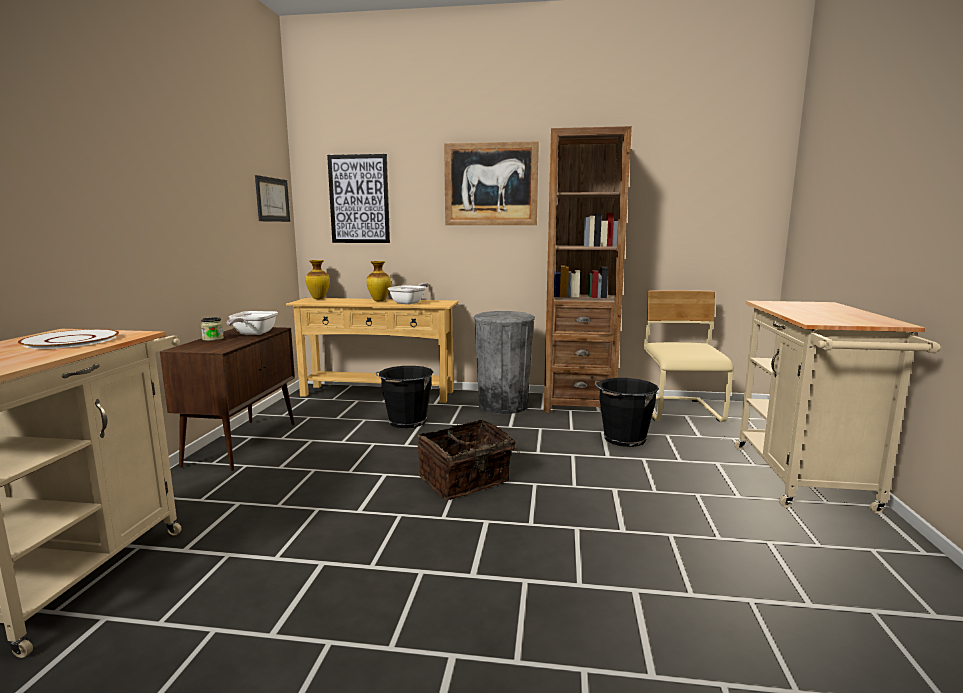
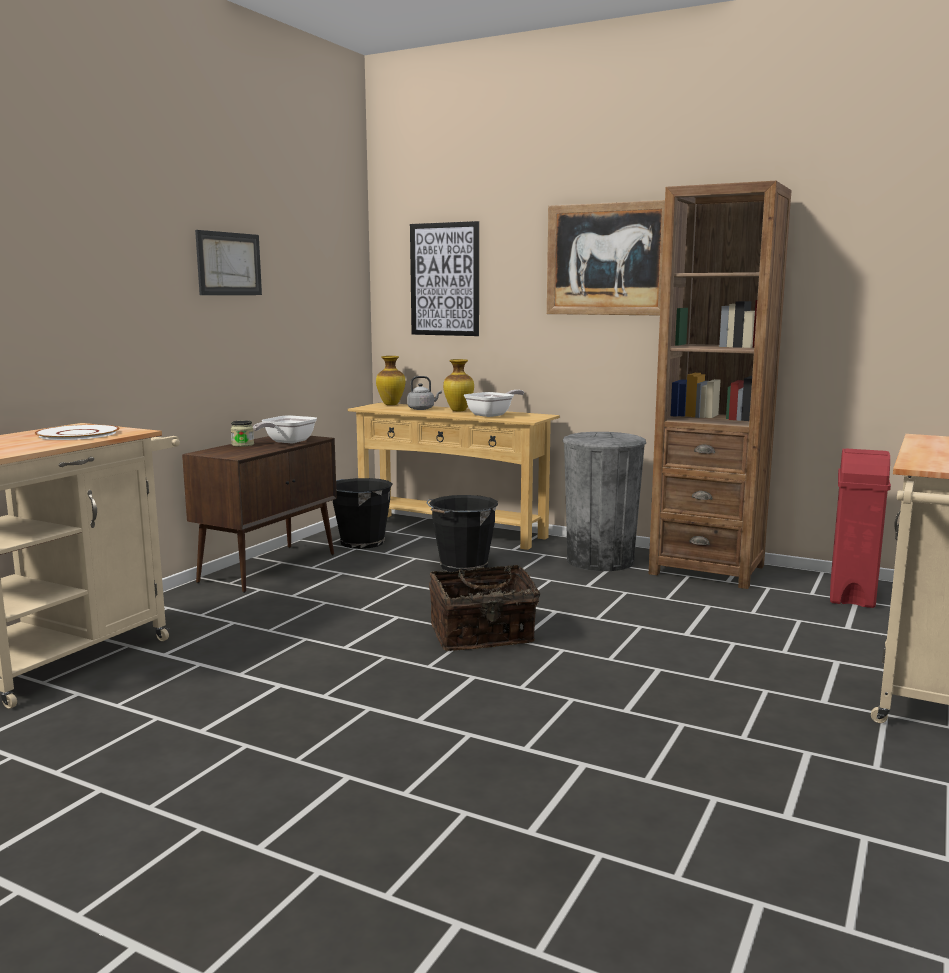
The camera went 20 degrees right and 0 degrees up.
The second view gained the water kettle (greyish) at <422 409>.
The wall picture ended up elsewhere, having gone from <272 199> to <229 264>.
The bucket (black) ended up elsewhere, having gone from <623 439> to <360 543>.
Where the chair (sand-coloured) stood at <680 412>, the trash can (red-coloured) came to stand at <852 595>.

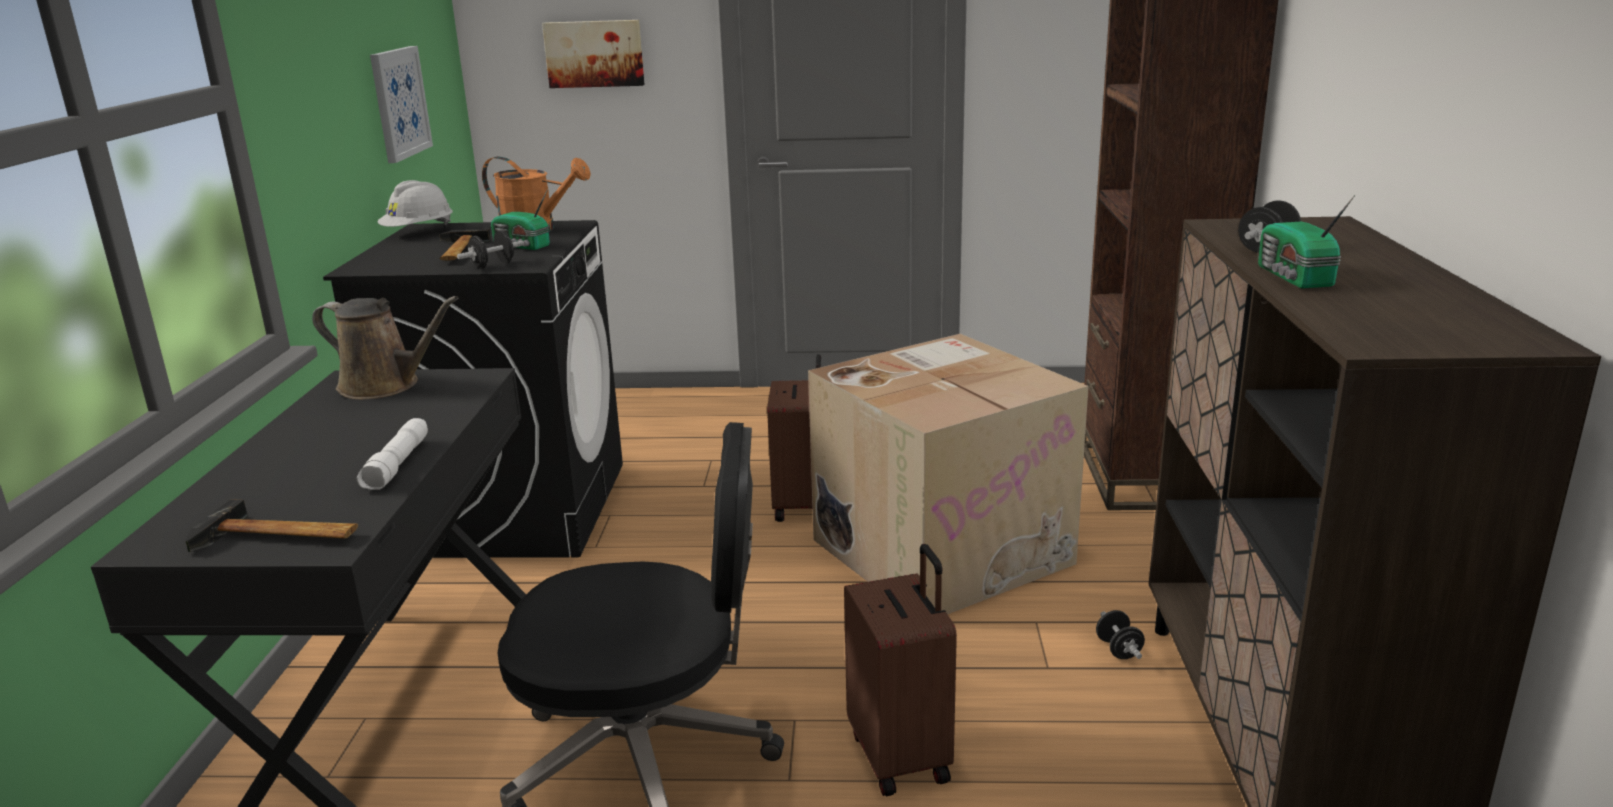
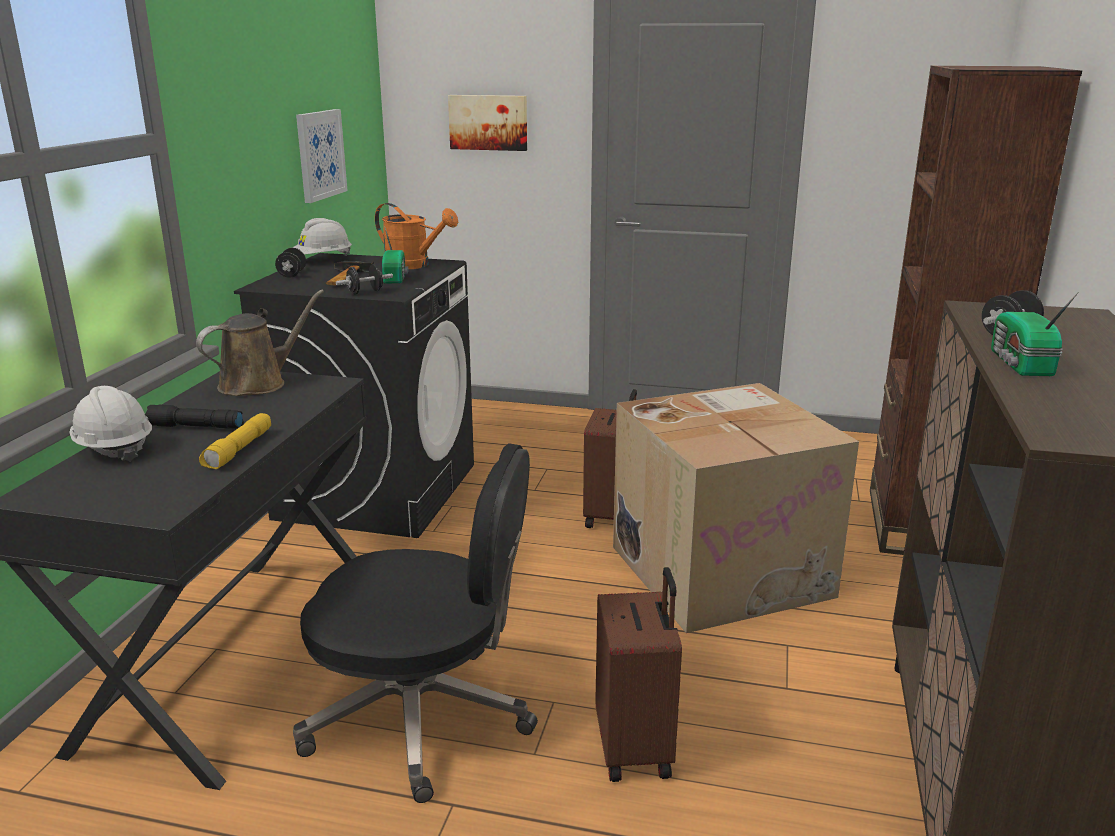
The camera went 10 degrees right and 0 degrees up.
The second view lost the hand hammer at <279 538>.
The second view gained the hard hat (white-coloured) at <114 449>.
The second view gained the torch (black) at <194 427>.
The hand weight (black) ended up elsewhere, having gone from <1118 649> to <292 275>.
What was the torch (white-coloured) at <398 465> turned into the torch (yellowish) at <239 450>.
The watering can (brownish) at <385 386> ended up facing another way, 75 degrees counterclockwise from before.
The radio at <522 246> ended up facing another way, 135 degrees counterclockwise from before.

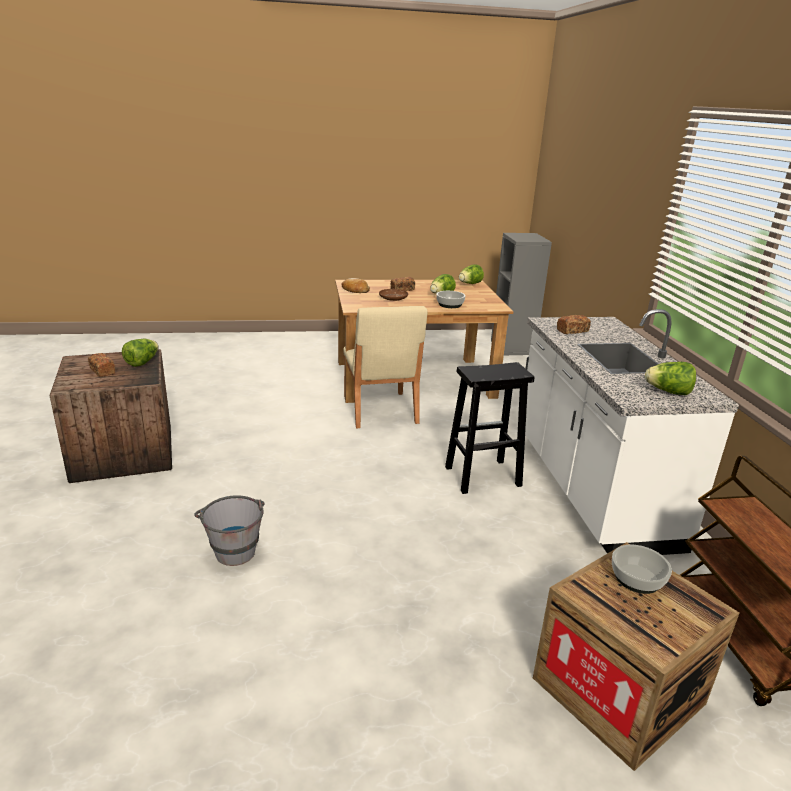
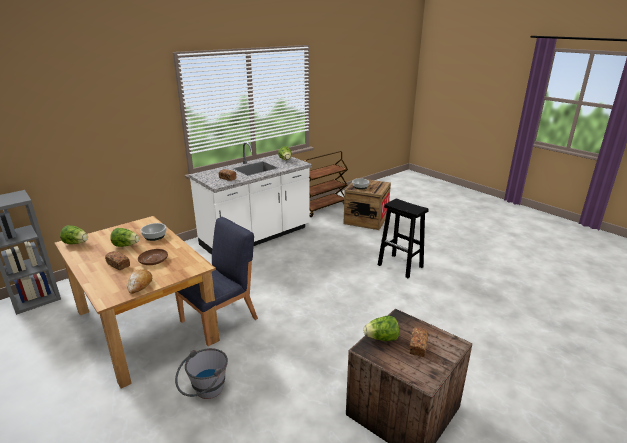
The camera went 120 degrees left and 0 degrees up.
The bucket (greyish) ended up elsewhere, having gone from <233 547> to <205 392>.
The sitting stool (black) ended up elsewhere, having gone from <481 476> to <401 266>.
What was the chair (sand-coloured) at <380 410> turned into the chair (blue-coloured) at <220 319>.

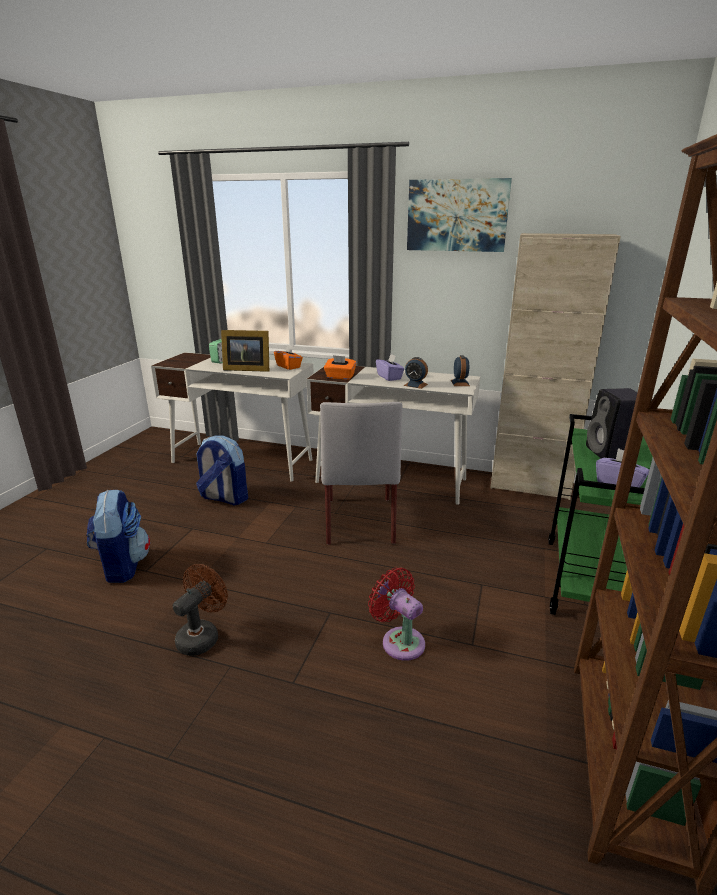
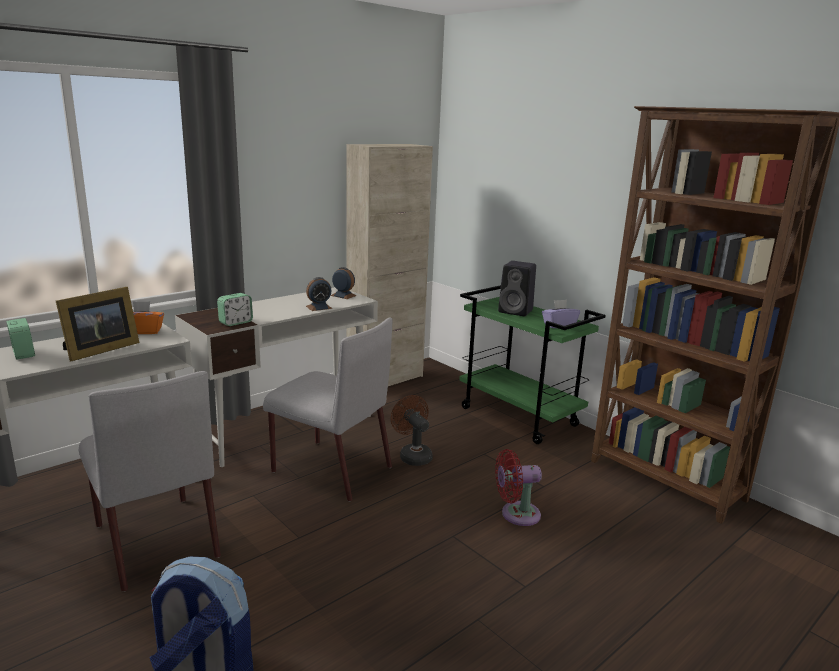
The camera went 60 degrees left and 5 degrees down.
The second view lost the tissue holder (purplish) at <389 377>.
The second view lost the wall picture at <457 215>.
The fan (brownish) ended up elsewhere, having gone from <202 636> to <412 455>.
Where the knapsack stood at <224 498>, the chair (greyish) came to stand at <155 539>.
Where the tissue holder (orangey) stood at <340 377>, the bedside clock came to stand at <235 322>.

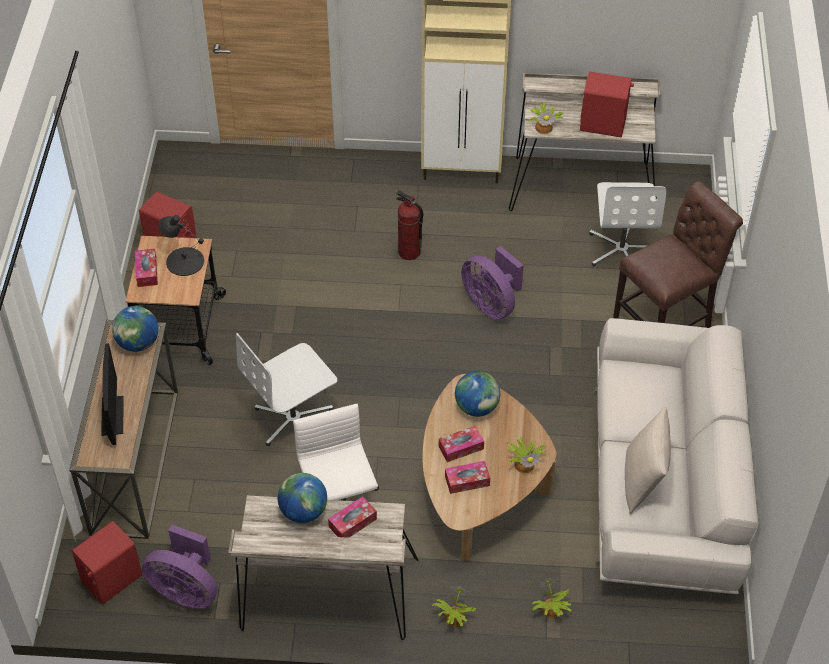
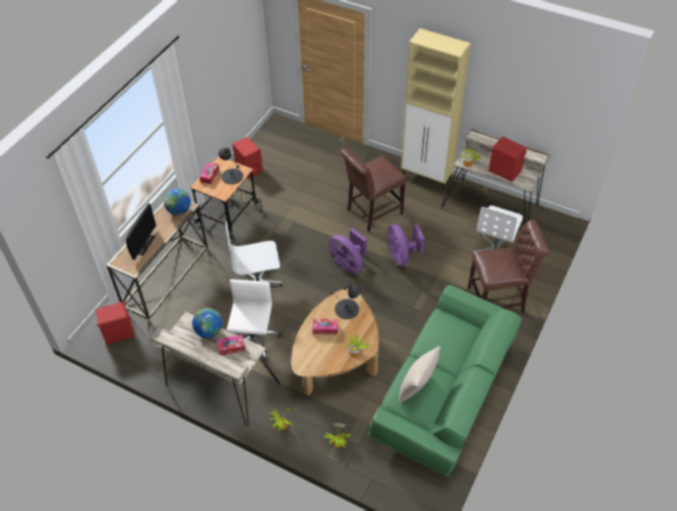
The camera went 25 degrees right and 0 degrees up.
The second view lost the tissue holder at <467 481>.
The fan (purplish) ended up elsewhere, having gone from <186 590> to <348 263>.
Where the fire extinguisher stood at <409 252>, the chair (brownish) came to stand at <372 212>.
Where the desk globe stood at <476 407>, the table lamp (black) came to stand at <347 309>.
What was the sofa (white-coloured) at <663 482> turned into the sofa (green) at <445 393>.

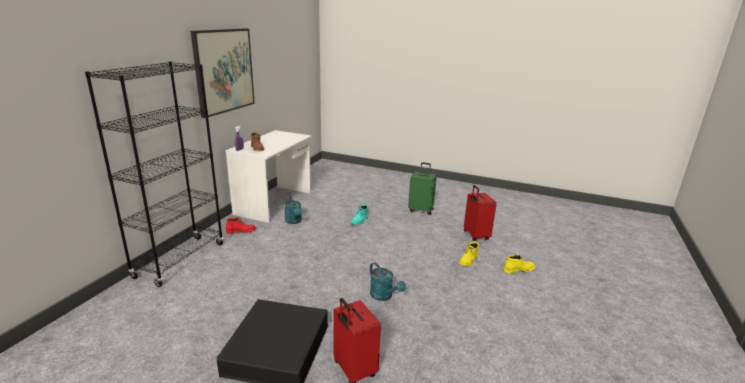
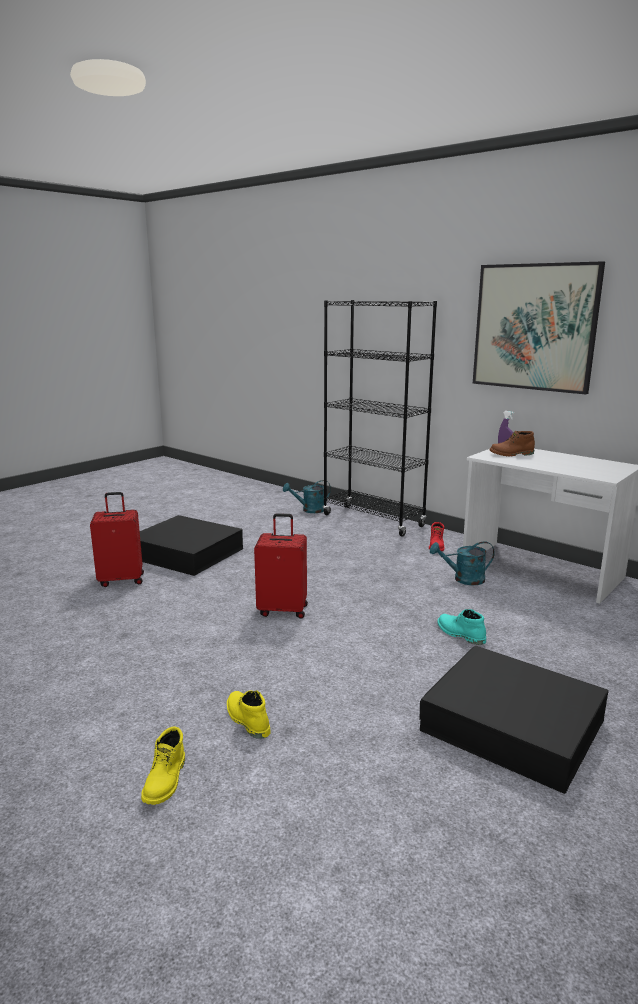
The camera went 110 degrees right and 5 degrees down.
The watering can (turquoise-coloured) ended up elsewhere, having gone from <384 296> to <309 510>.
The travel case (red-coloured) ended up elsewhere, having gone from <475 236> to <283 610>.
Where the travel case (green) stood at <421 210>, the storage box (black) came to stand at <512 725>.

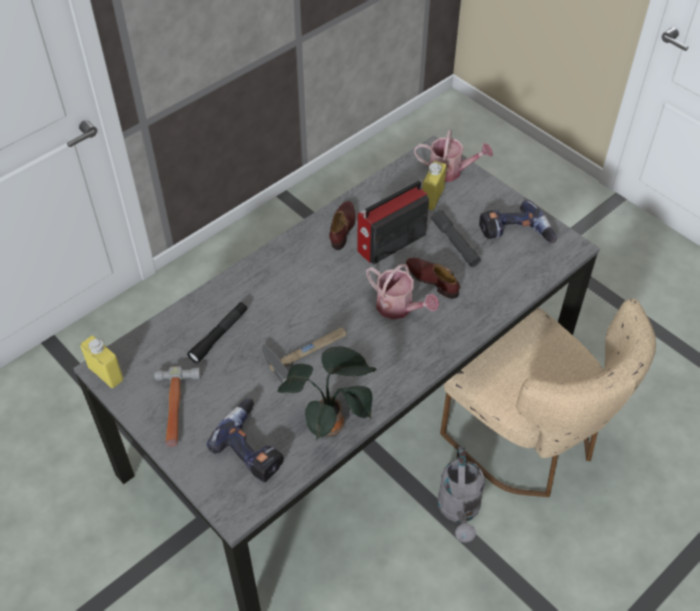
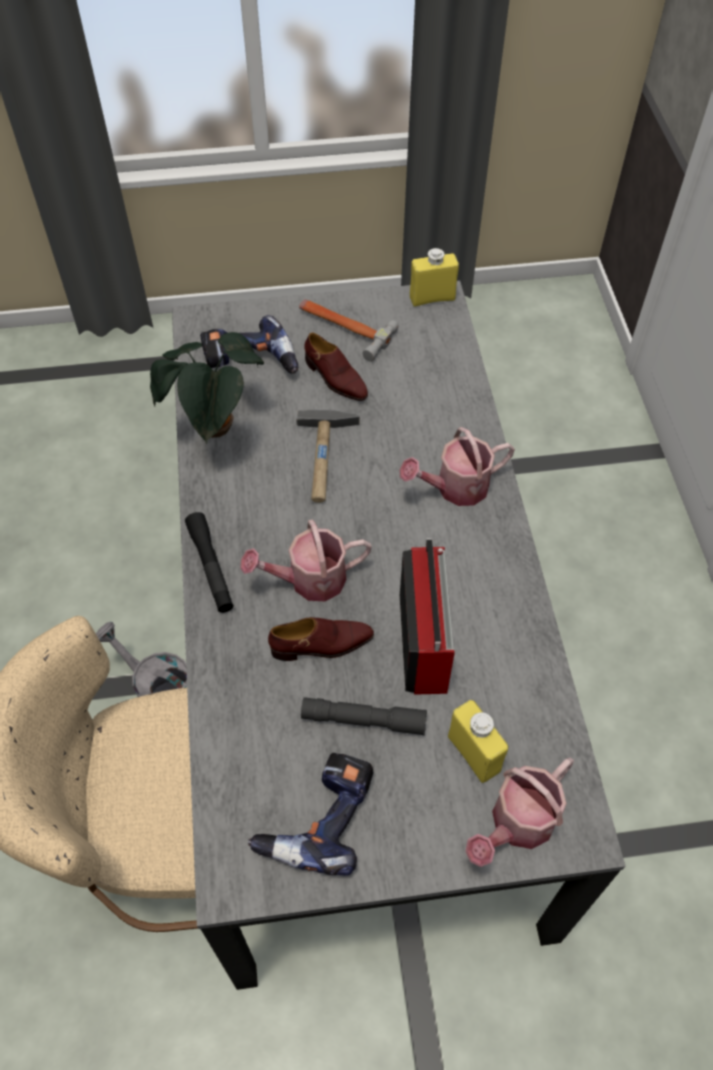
The camera went 125 degrees right and 5 degrees up.
The second view gained the watering can at <455 488>.
The torch (black) ended up elsewhere, having gone from <219 336> to <211 567>.
The low shoe (brownish) ended up elsewhere, having gone from <343 228> to <335 378>.

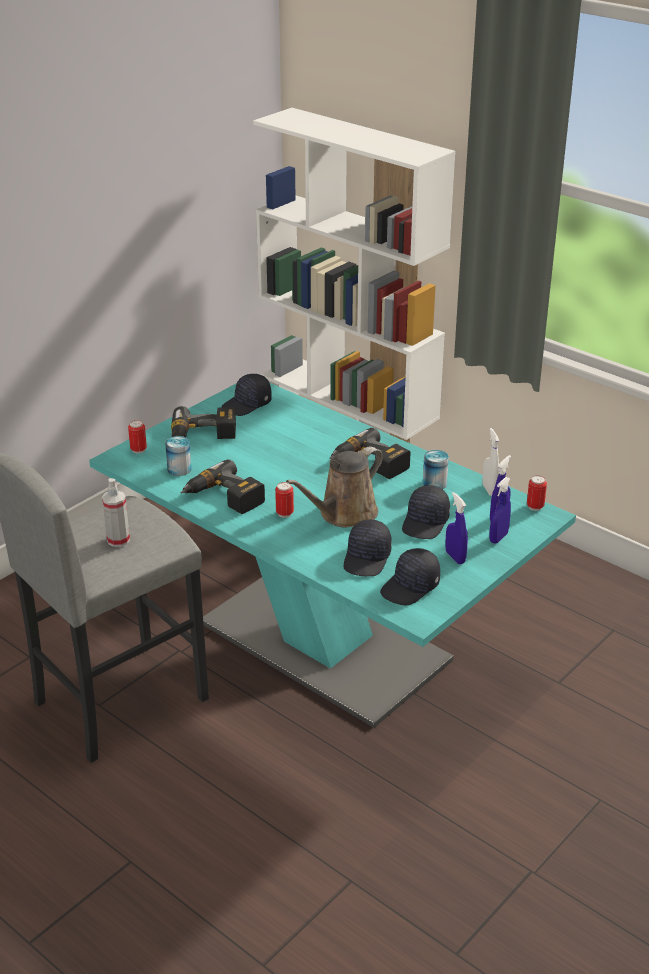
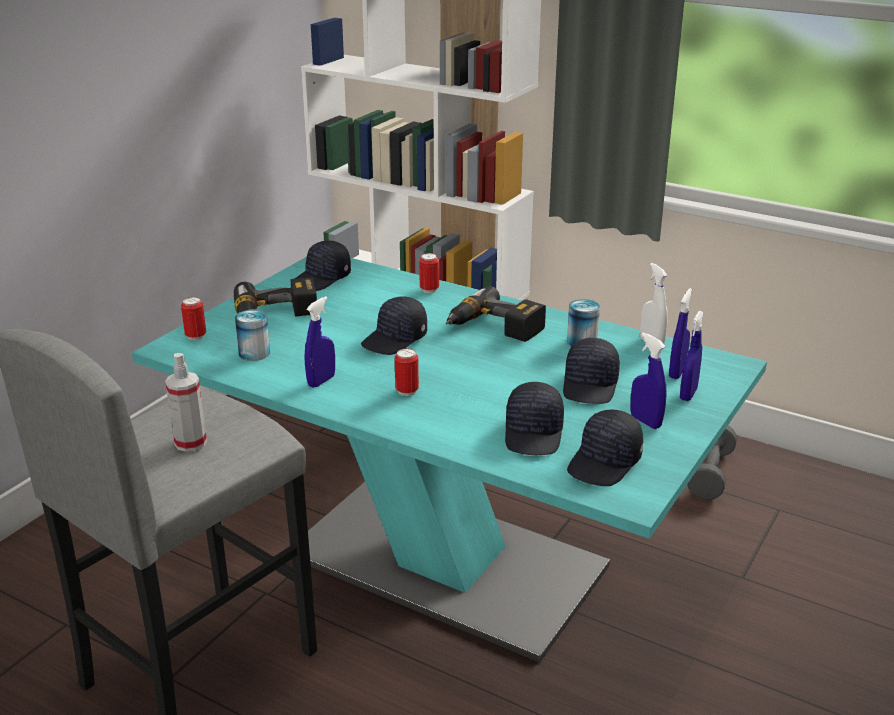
The camera went 10 degrees left and 5 degrees down.
The second view lost the watering can (brownish) at <344 514>.
The second view gained the peaked cap (black) at <395 340>.
The second view gained the hand weight (greyish) at <710 474>.
The sealed can ended up elsewhere, having gone from <535 507> to <429 290>.
Where the power drill stood at <223 498>, the spray bottle (blue-coloured) came to stand at <321 381>.

